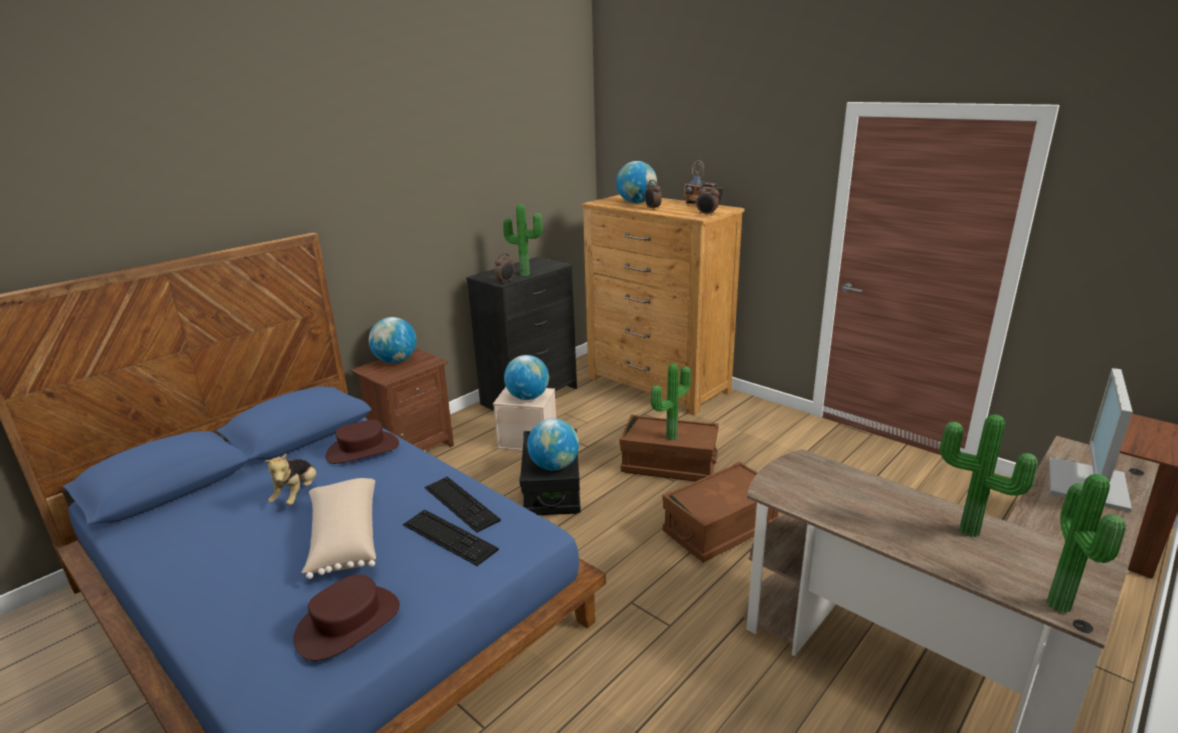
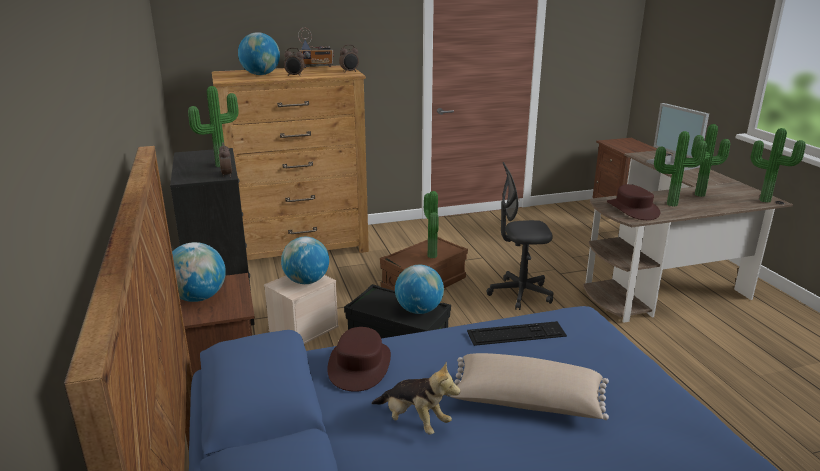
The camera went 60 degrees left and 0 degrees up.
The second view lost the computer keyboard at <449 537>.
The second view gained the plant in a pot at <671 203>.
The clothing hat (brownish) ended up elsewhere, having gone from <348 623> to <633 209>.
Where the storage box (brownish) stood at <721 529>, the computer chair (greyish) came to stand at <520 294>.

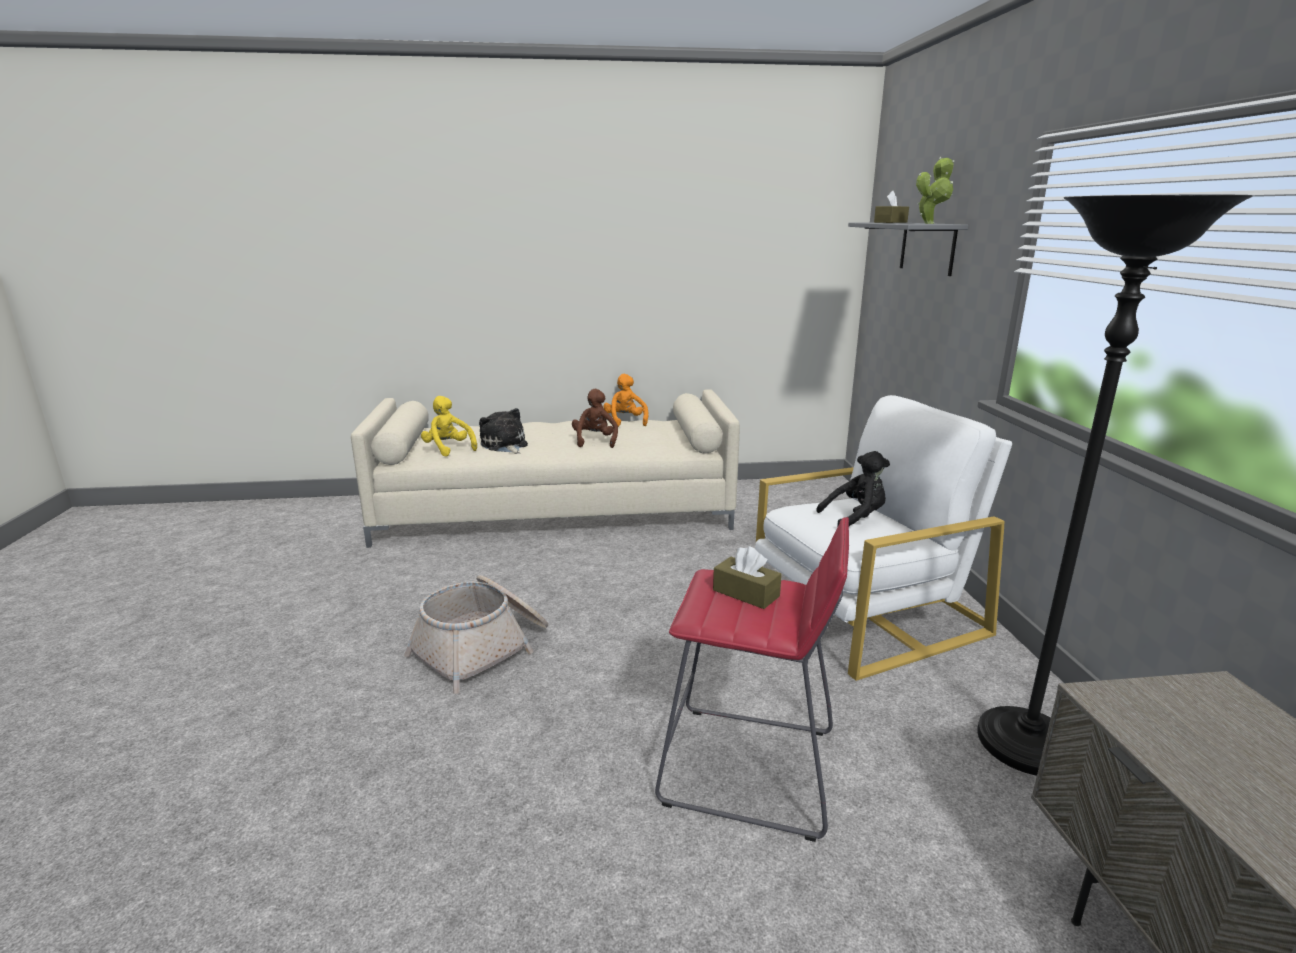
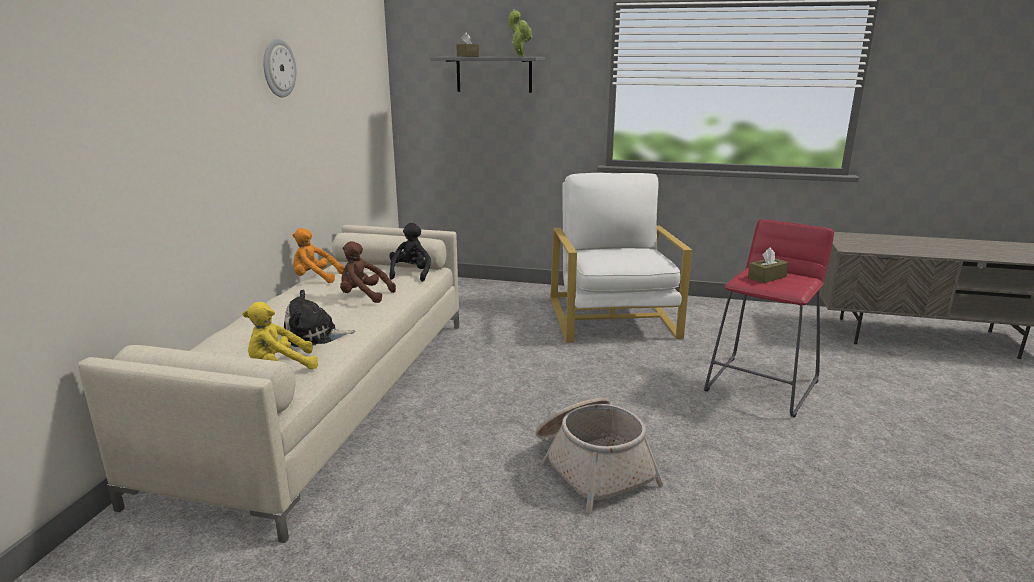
The camera went 70 degrees left and 0 degrees up.
The second view lost the standard lamp (black) at <1026 746>.
The second view gained the clock on the wall at <278 68>.
The soft toy (black) ended up elsewhere, having gone from <855 519> to <411 274>.

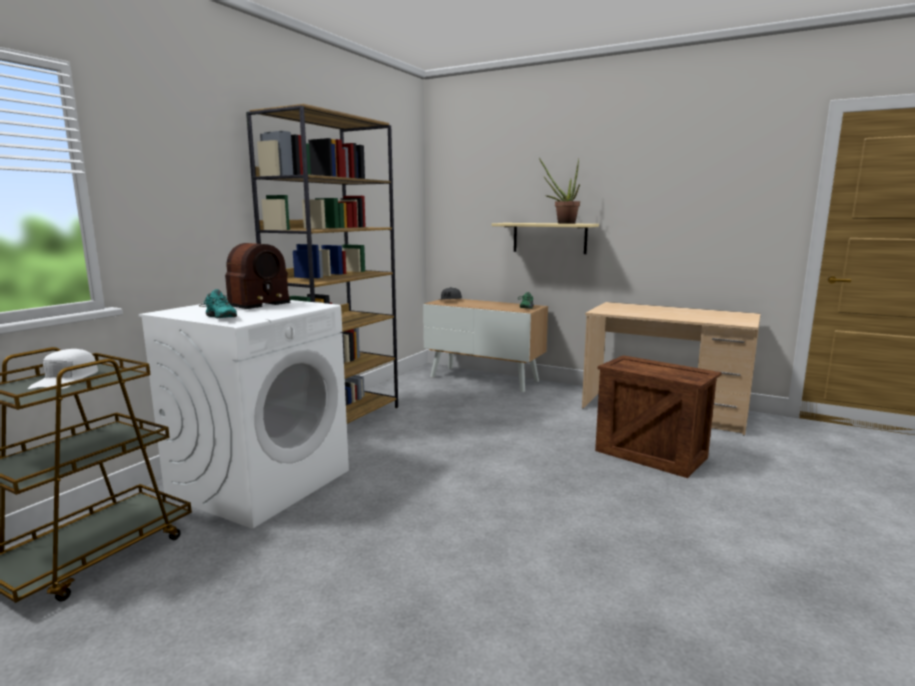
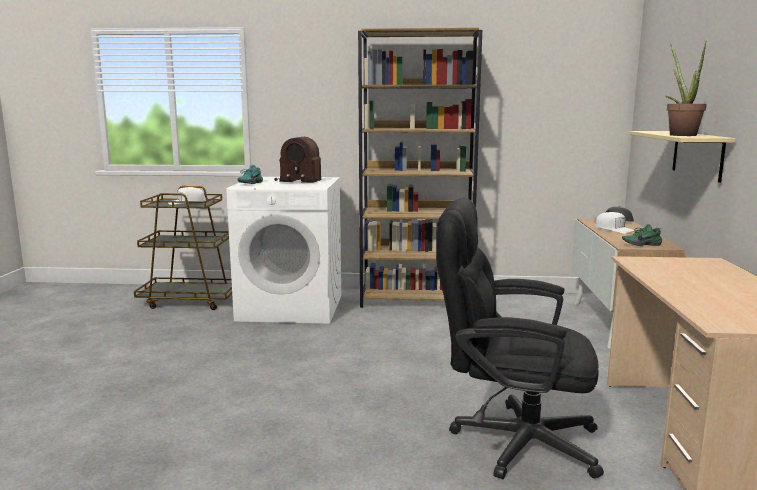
The camera went 65 degrees right and 0 degrees up.
The second view gained the peaked cap (white-coloured) at <614 229>.
Where the packing crate stood at <649 454>, the computer chair (black) came to stand at <511 440>.

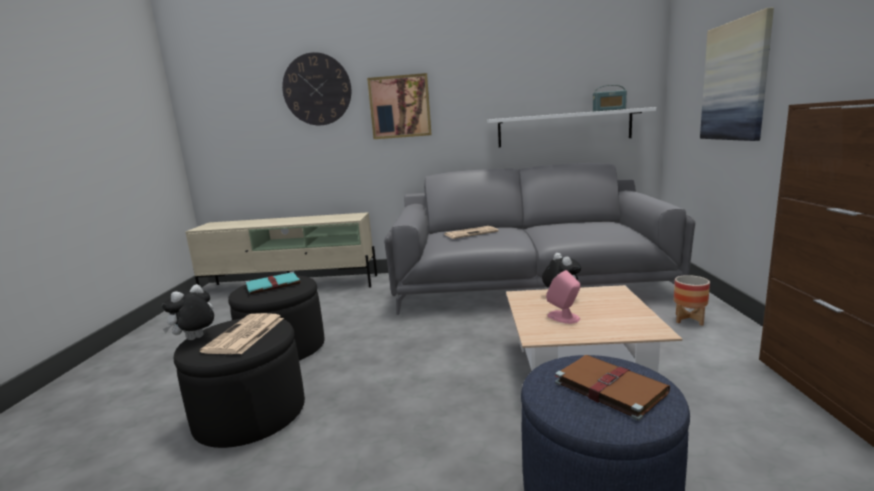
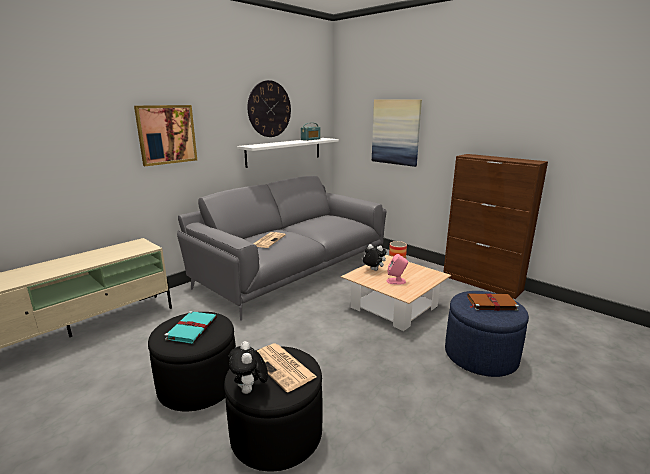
The camera went 50 degrees left and 5 degrees up.
The clock on the wall ended up elsewhere, having gone from <317 89> to <269 109>.

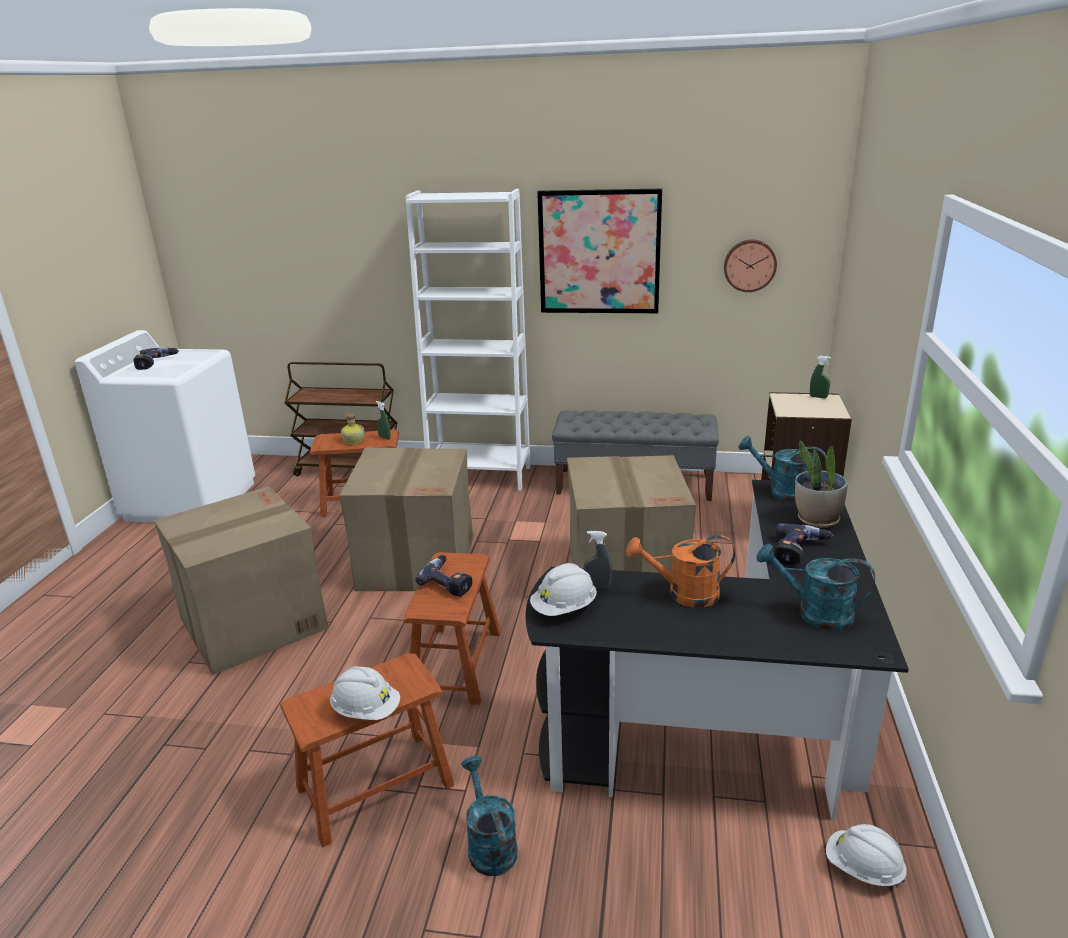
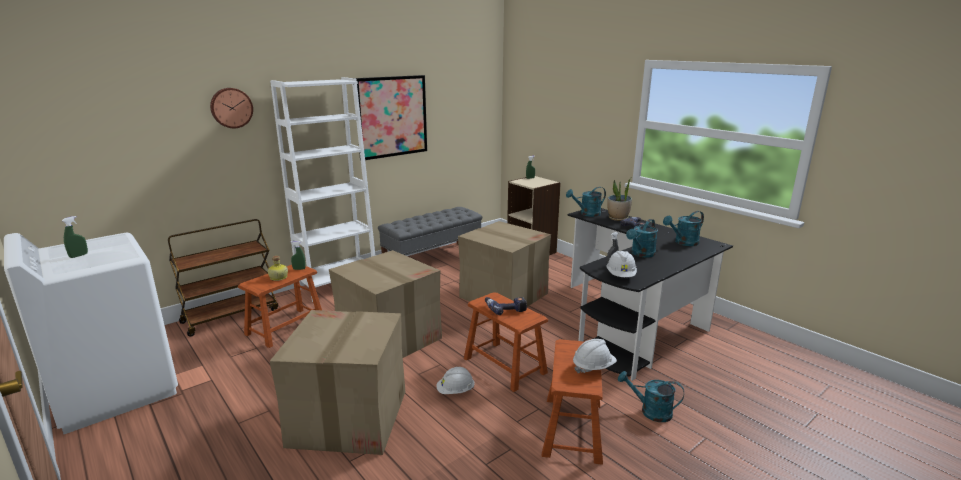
The camera went 50 degrees left and 5 degrees down.
The clock on the wall ended up elsewhere, having gone from <749 265> to <231 108>.
The hard hat (white-coloured) ended up elsewhere, having gone from <863 869> to <455 391>.
Where the power drill stood at <156 363>, the spray bottle (green) came to stand at <79 255>.
What was the watering can (orangey) at <684 594> turned into the watering can (turquoise-coloured) at <641 254>.

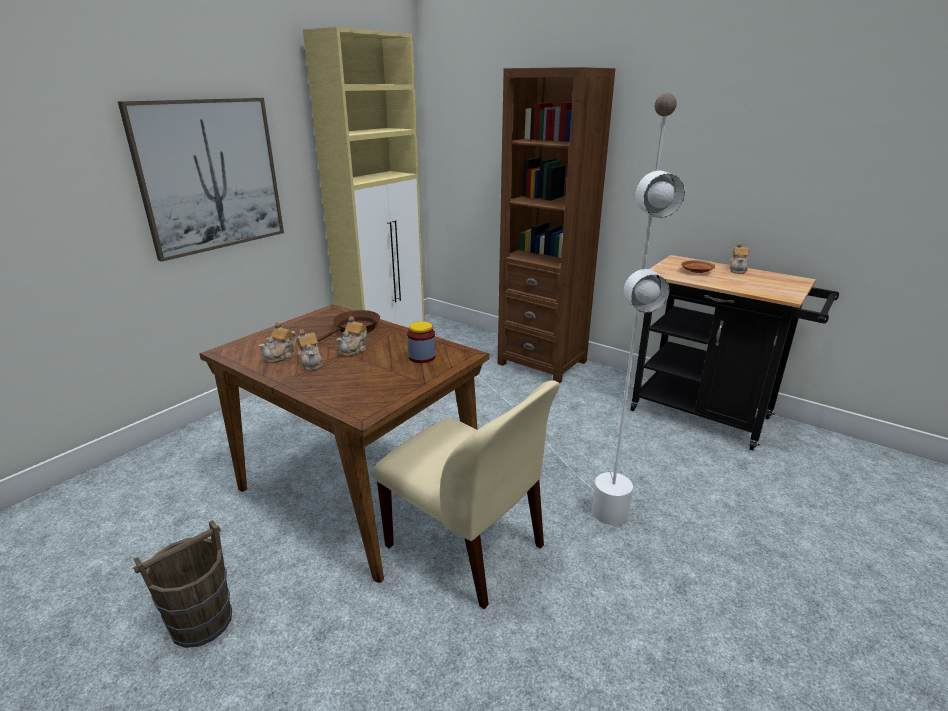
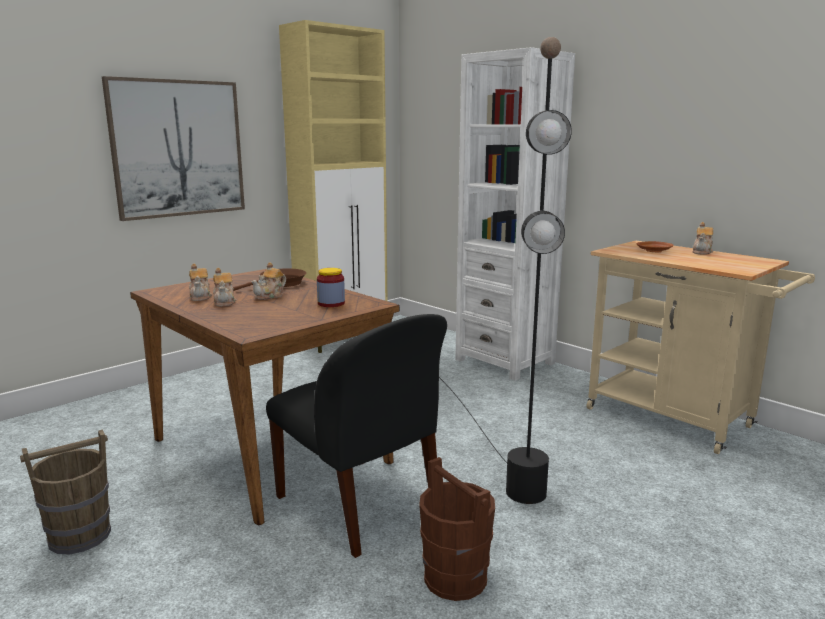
The camera went 10 degrees right and 10 degrees down.
The second view gained the bucket (brownish) at <455 579>.
What was the chair (sand-coloured) at <467 547> turned into the chair (black) at <360 506>.
What was the standard lamp (white-coloured) at <557 457> turned into the standard lamp (black) at <487 442>.
What was the bookcase (brownish) at <542 362> turned into the bookcase (white-coloured) at <505 361>.
What was the wheeled cart (black) at <709 416> turned into the wheeled cart (sand-coloured) at <678 420>.
The pot for tea at <281 356> ended up facing another way, 60 degrees counterclockwise from before.

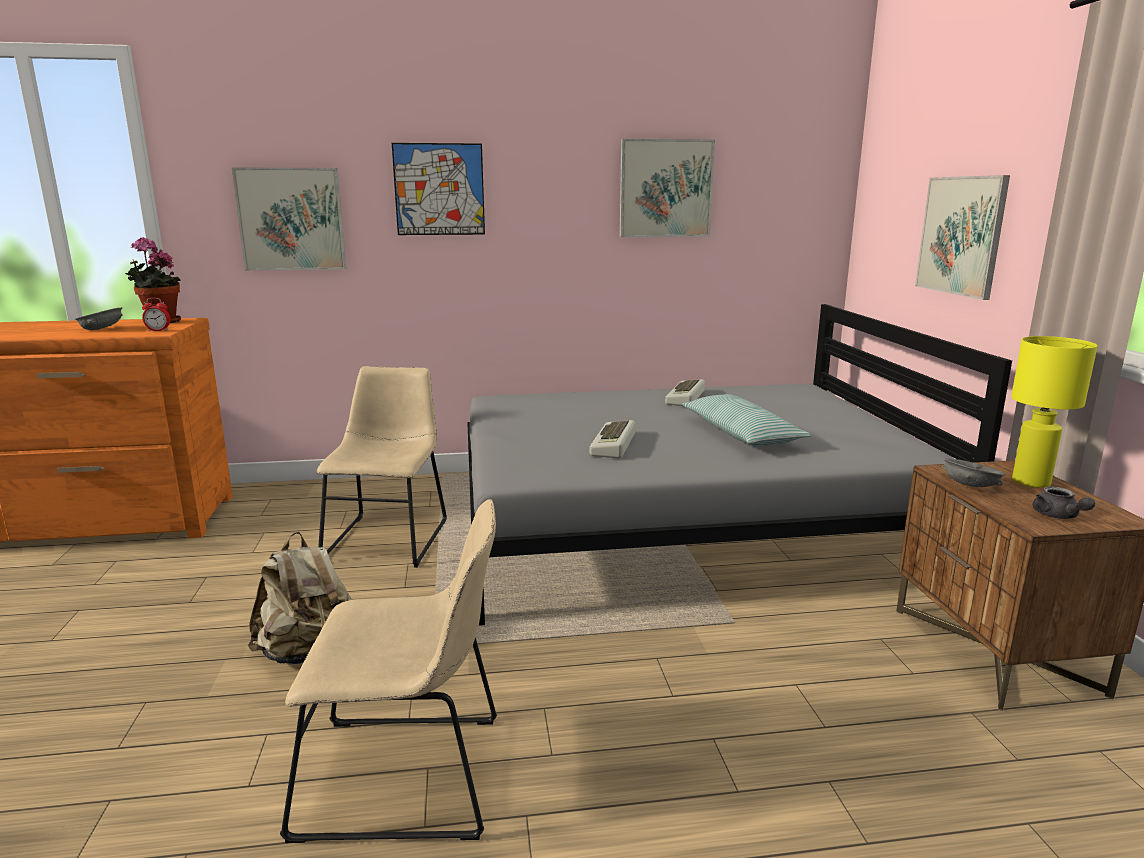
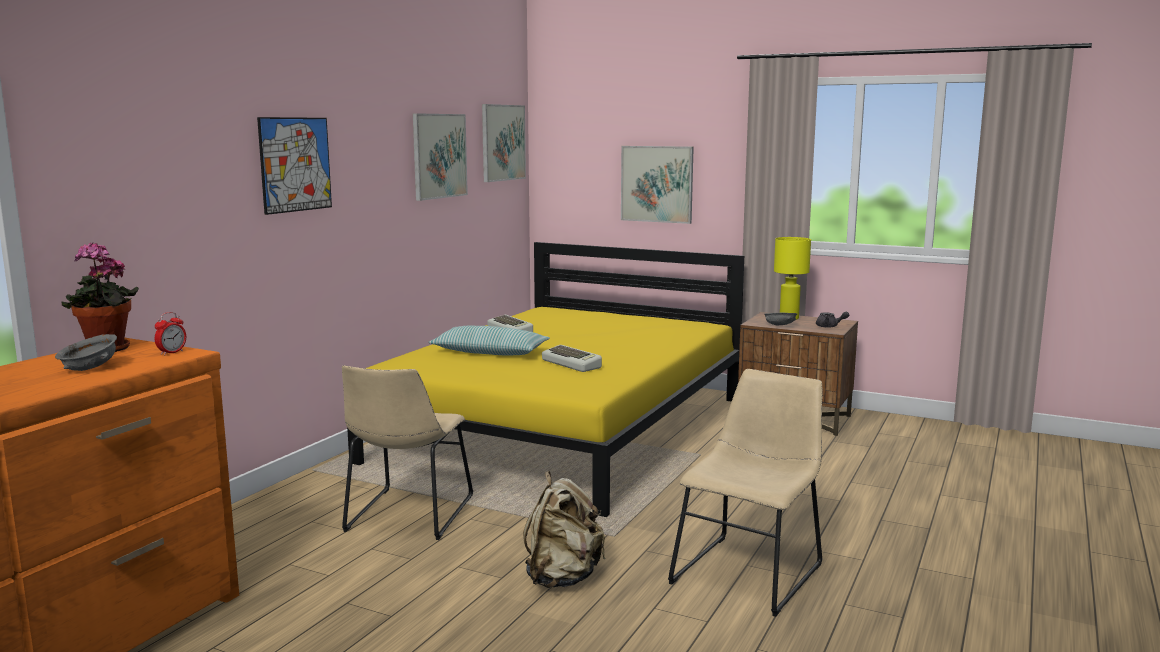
The camera went 55 degrees left and 5 degrees down.
The wall picture ended up elsewhere, having gone from <291 219> to <503 142>.
The throw pillow ended up elsewhere, having gone from <741 434> to <489 352>.
What was the bed (greyish) at <683 527> turned into the bed (yellowish) at <565 429>.
The chair (sand-coloured) at <389 537> ended up facing another way, 120 degrees counterclockwise from before.

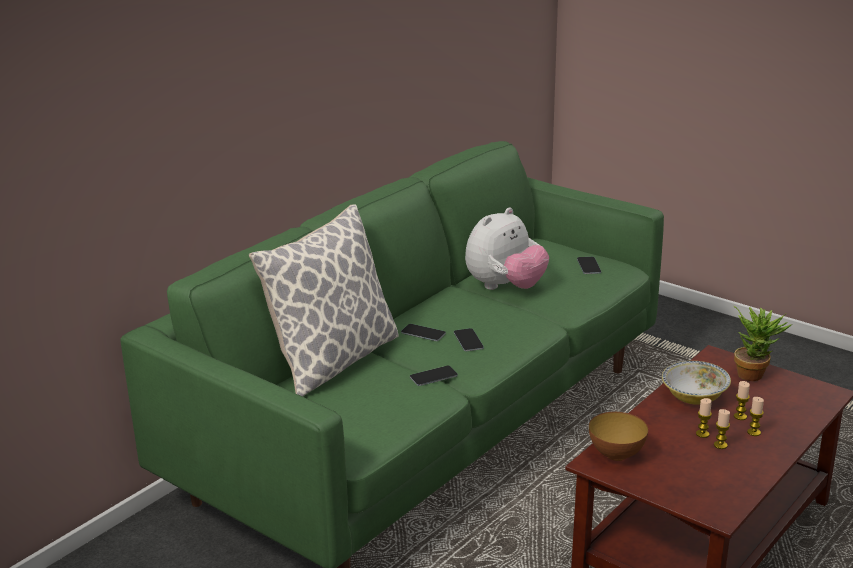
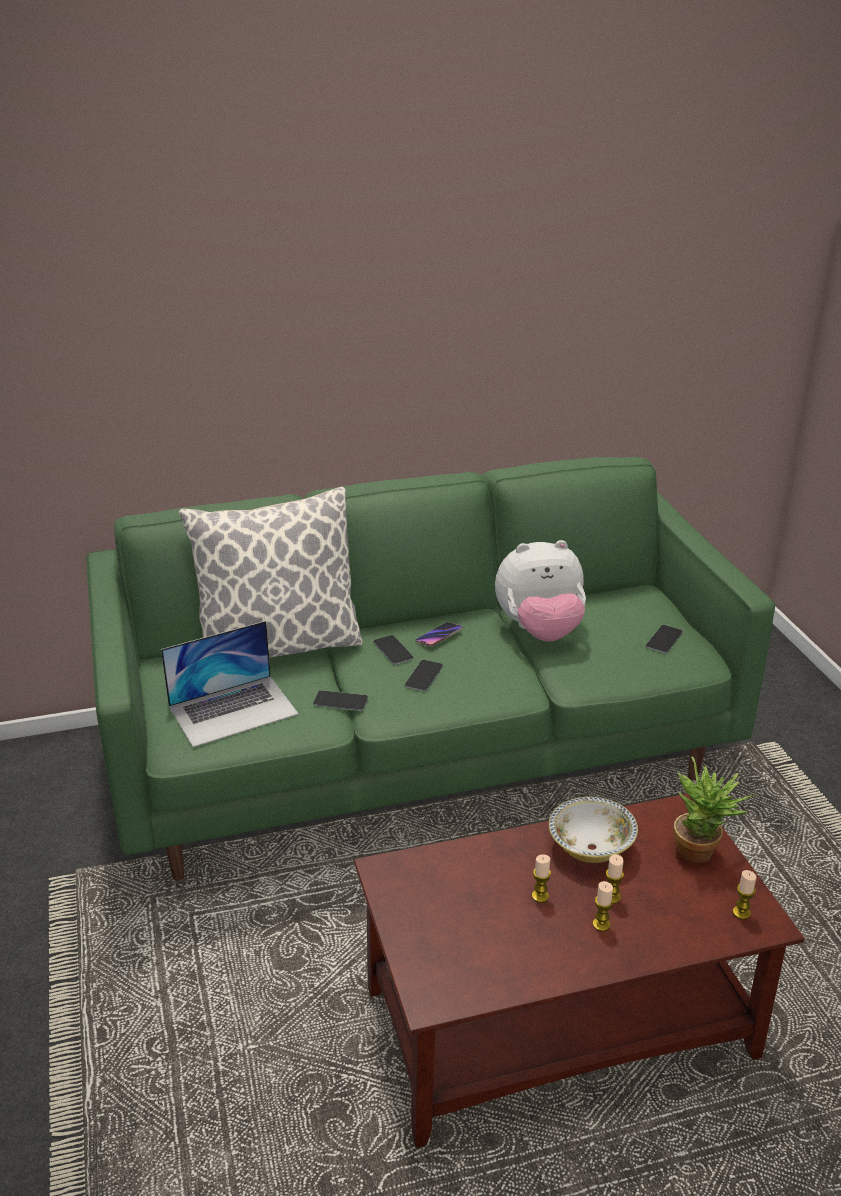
The camera went 35 degrees right and 5 degrees up.
The second view lost the deep dish at <616 455>.
The second view gained the portable computer at <233 710>.
The second view gained the telephone at <439 637>.
The wax light ended up elsewhere, having gone from <720 445> to <741 913>.

